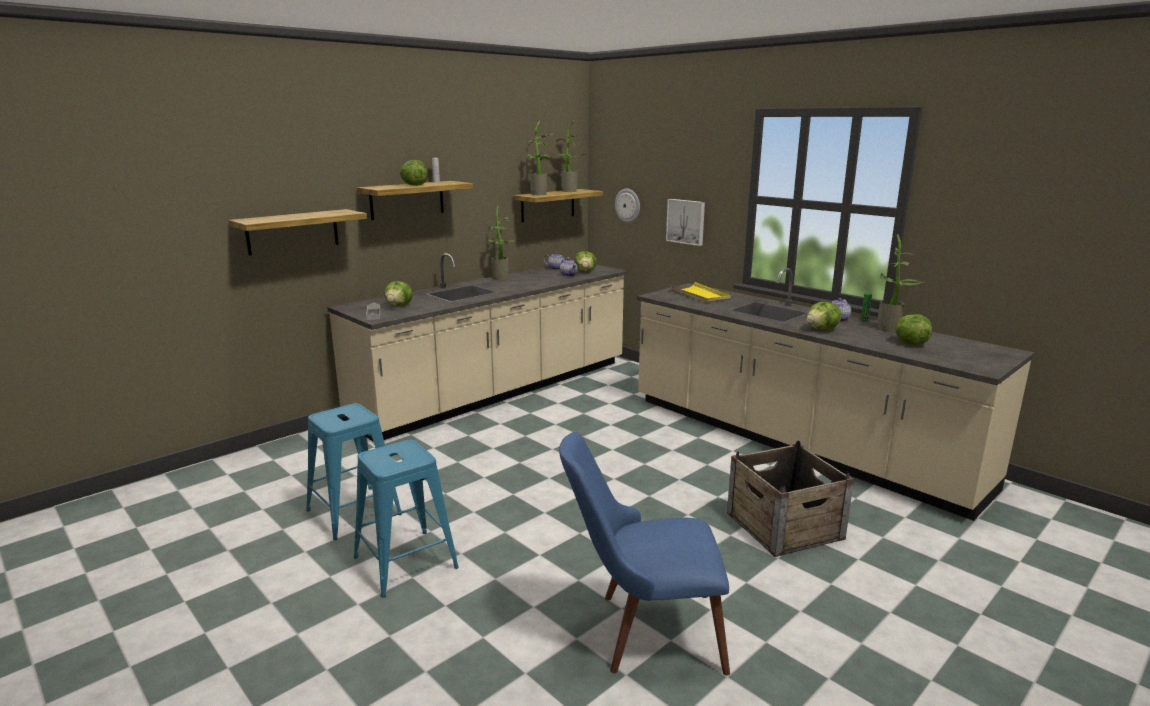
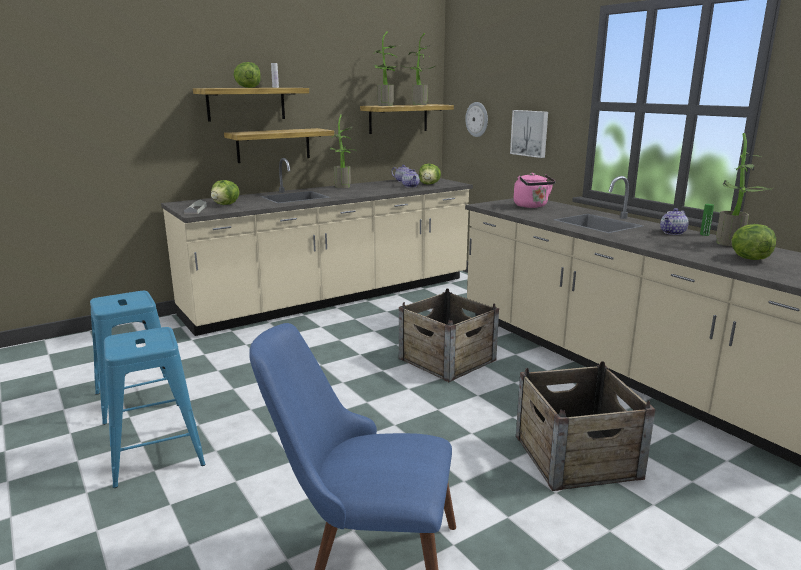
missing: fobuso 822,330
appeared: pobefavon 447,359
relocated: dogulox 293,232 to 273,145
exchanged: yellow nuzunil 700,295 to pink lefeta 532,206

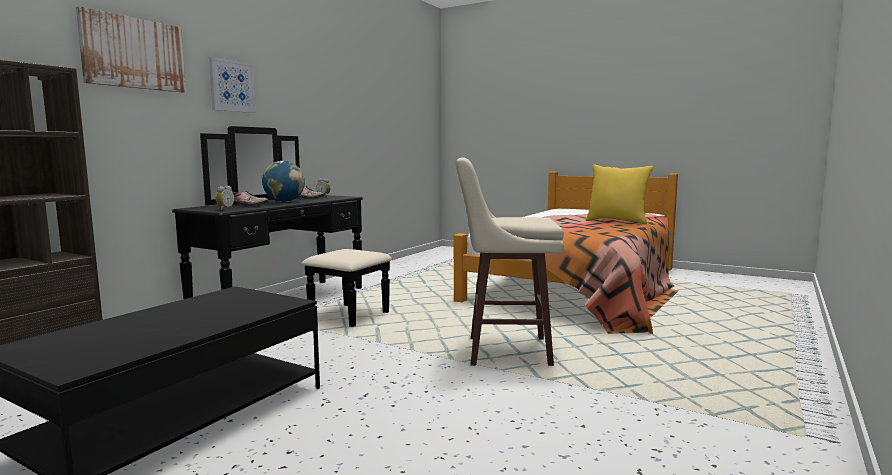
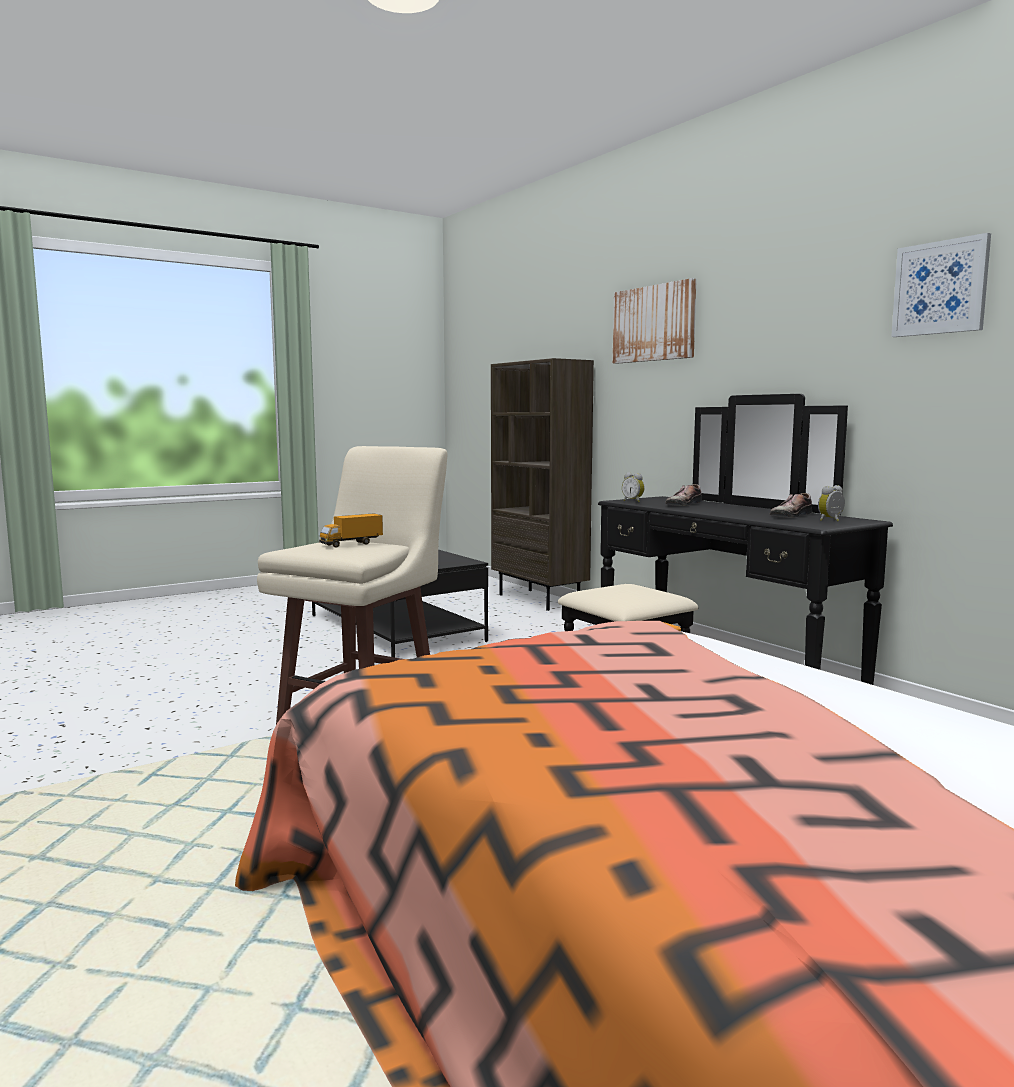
missing: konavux 284,202; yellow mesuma 617,221
appeared: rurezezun 351,544
relocated: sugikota 232,86 to 940,288

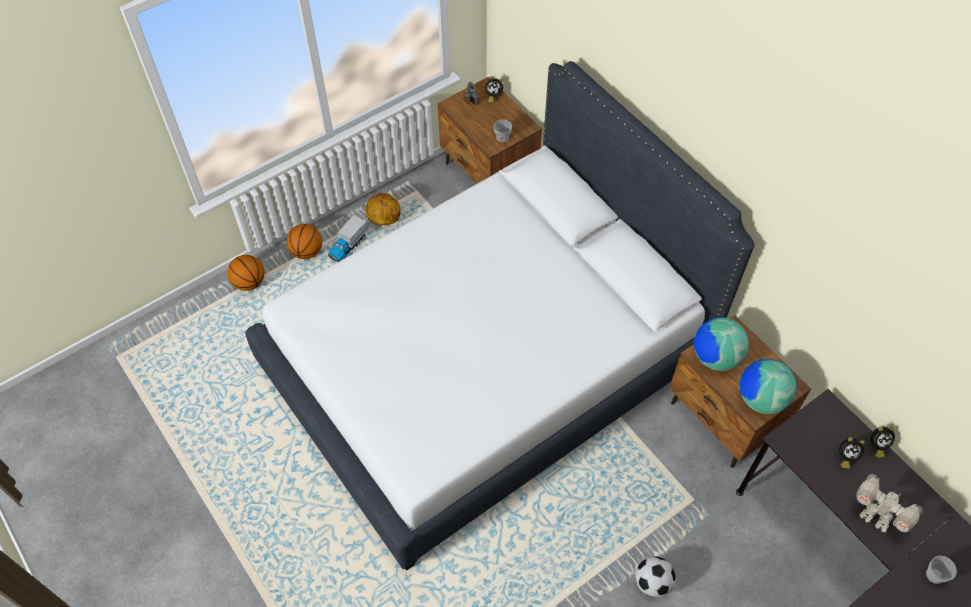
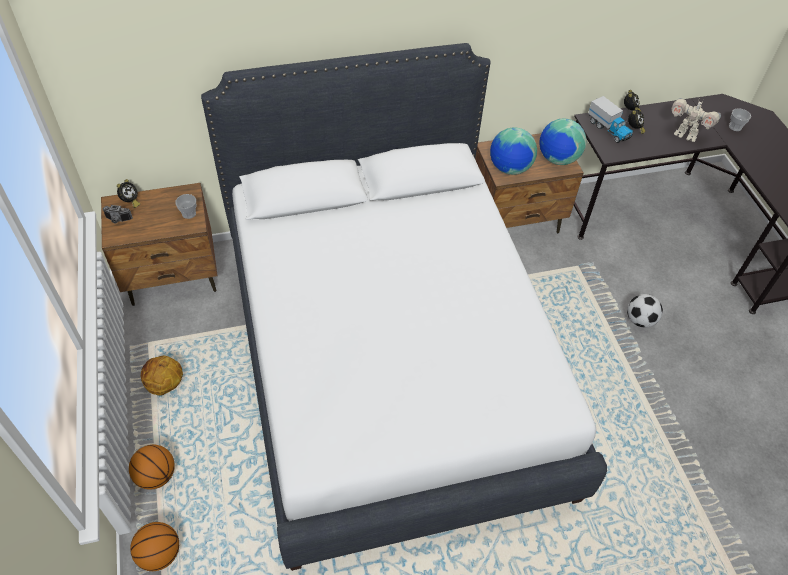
relocated: rurezezun 348,246 to 608,129
spun: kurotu 876,517 = 685,135 60 degrees clockwise

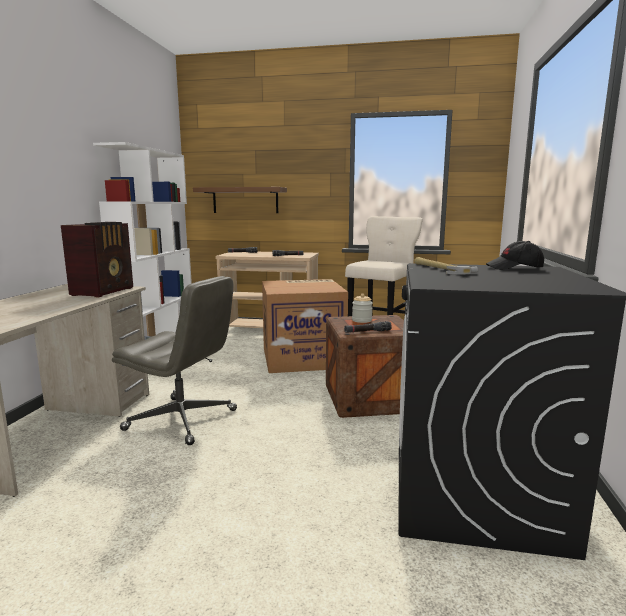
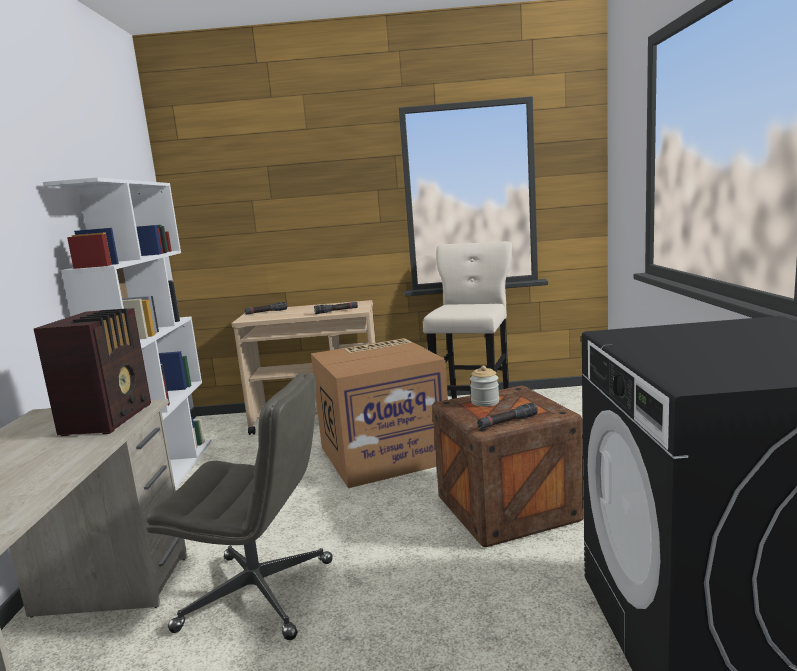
missing: brown dogulox 245,200; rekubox 440,269; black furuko 514,268

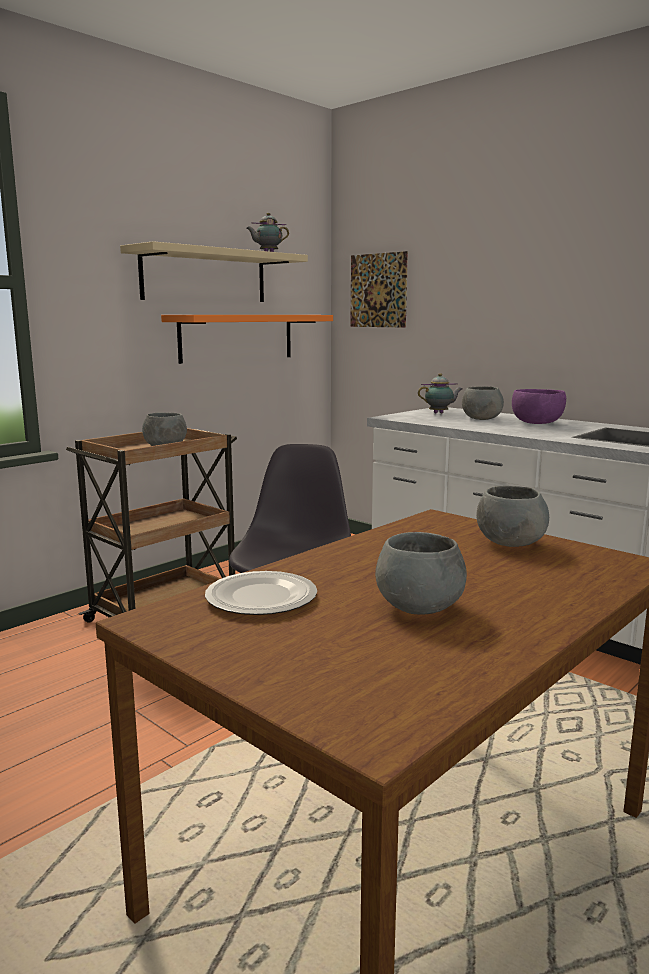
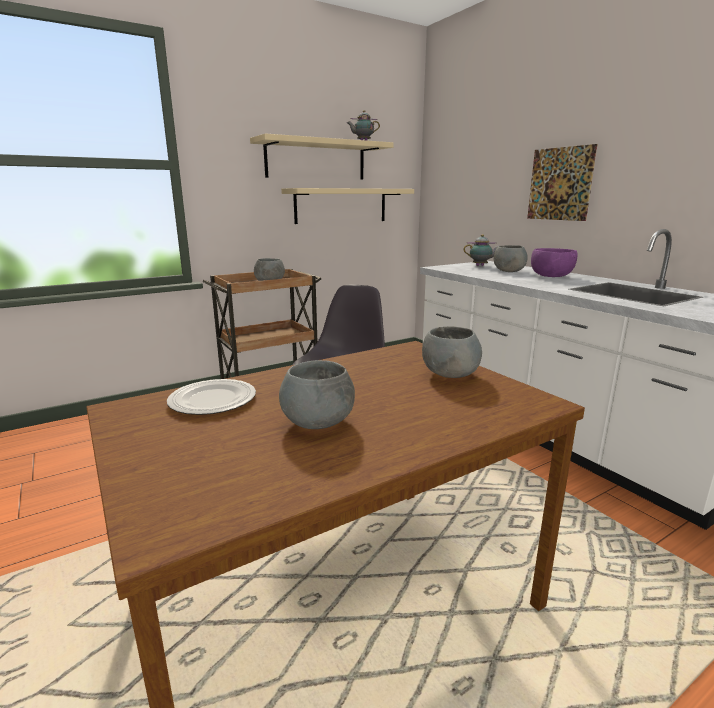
relocated: sugikota 378,290 to 560,184
colour: orange dogulox 237,337 to beige dogulox 341,205

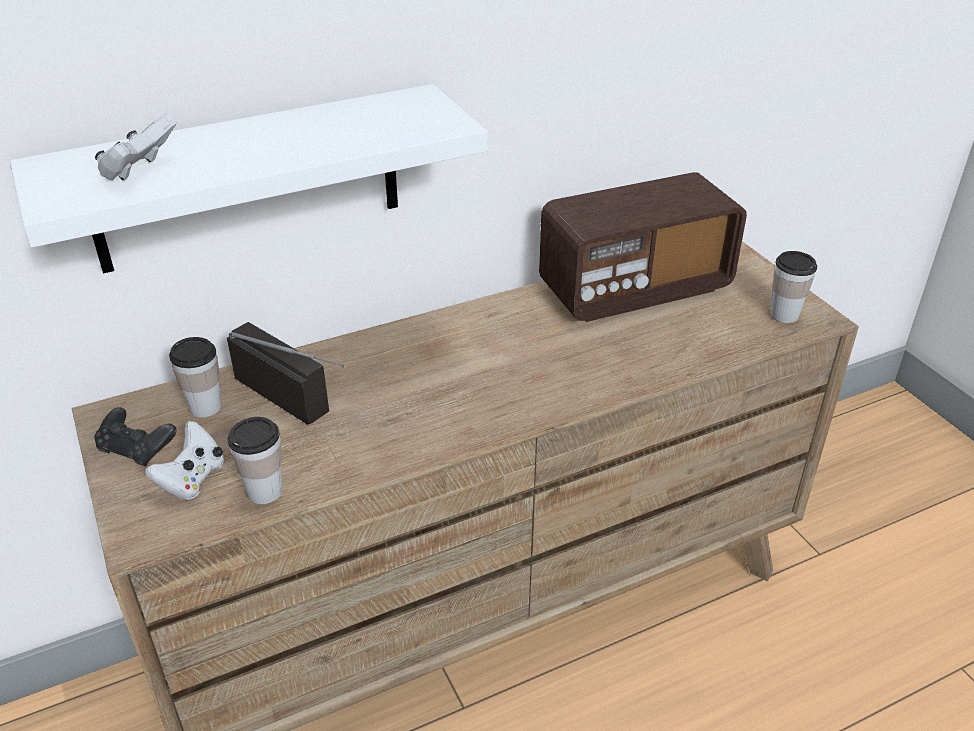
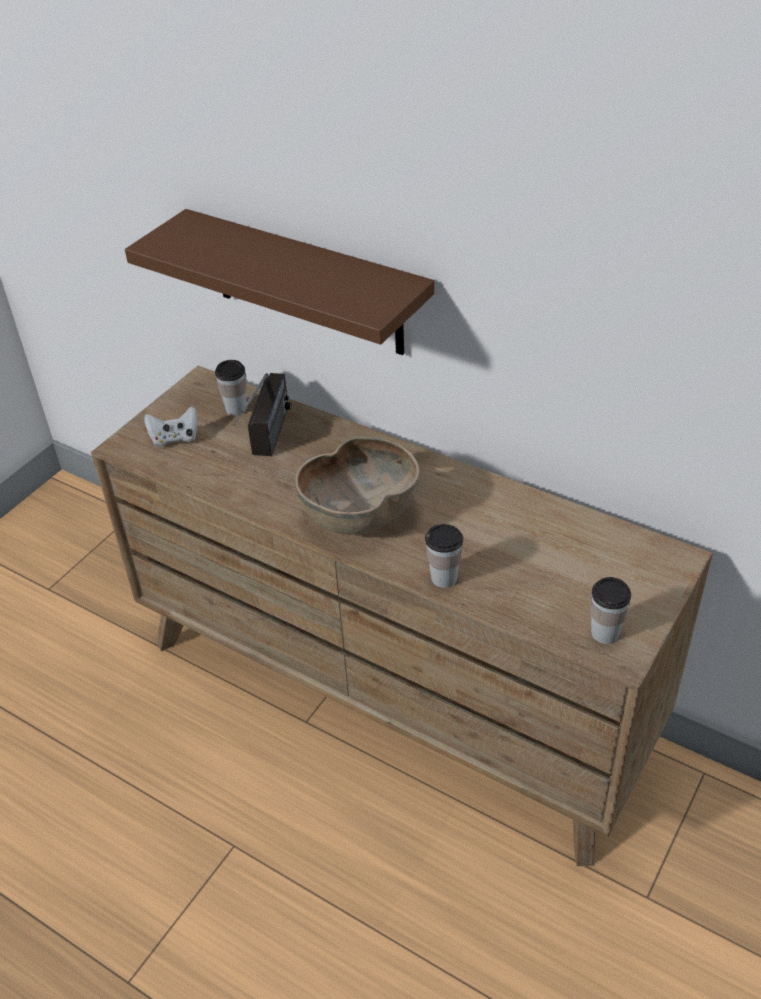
missing: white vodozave 140,171; black vodozave 137,449; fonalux 634,289
appeared: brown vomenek 360,514
relocated: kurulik 264,491 to 444,578
colour: white dogulox 247,180 to brown dogulox 307,283

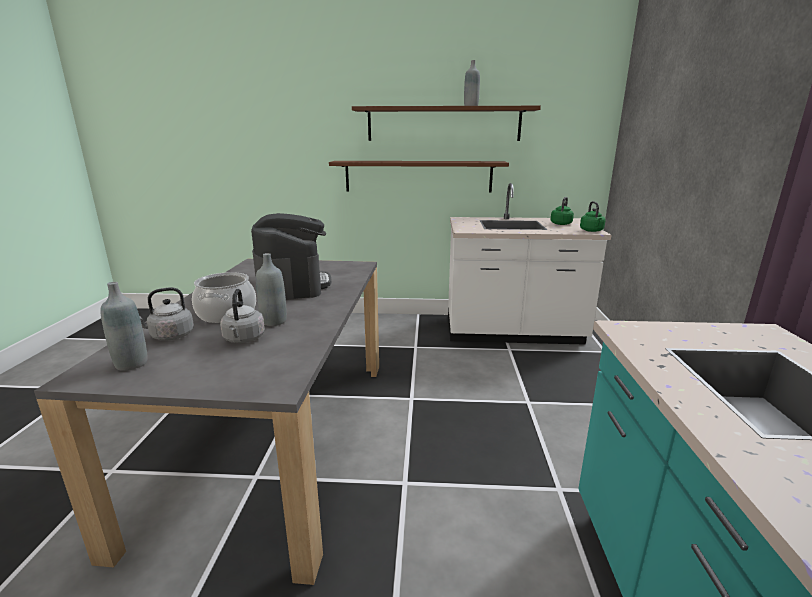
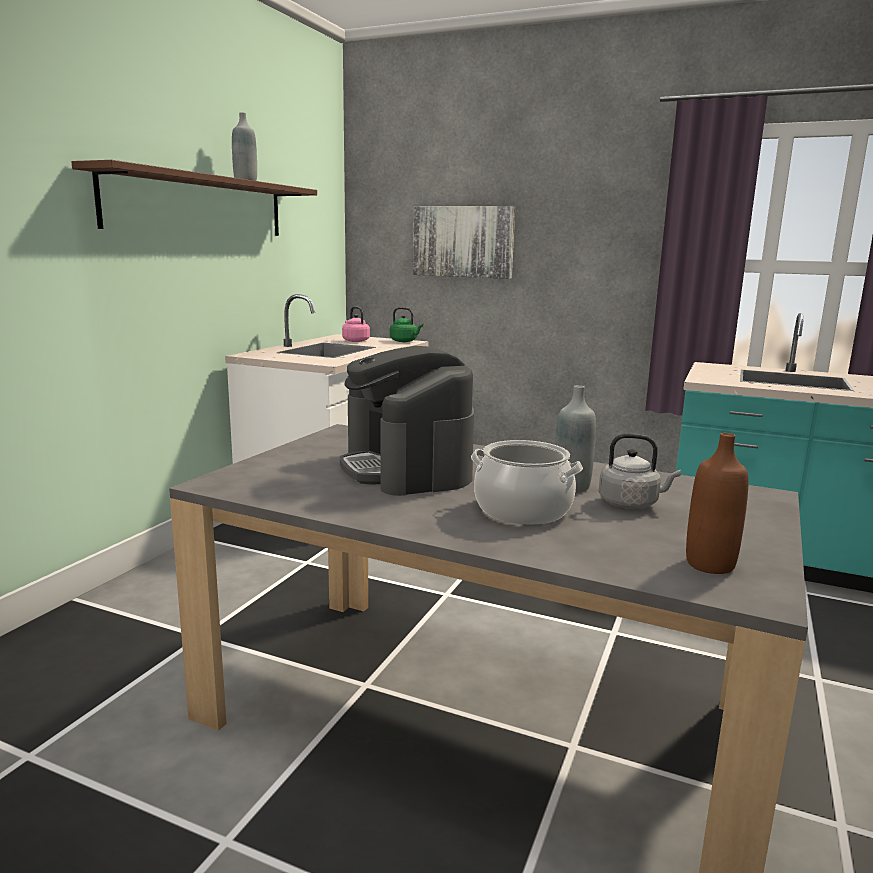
missing: grey lefeta 170,336; brown dogulox 418,176
appeared: sugikota 463,242
colour: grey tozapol 131,364 to brown tozapol 710,564; green lefeta 561,223 to pink lefeta 355,341
spun: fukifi 293,284 = 407,469 120 degrees counterclockwise

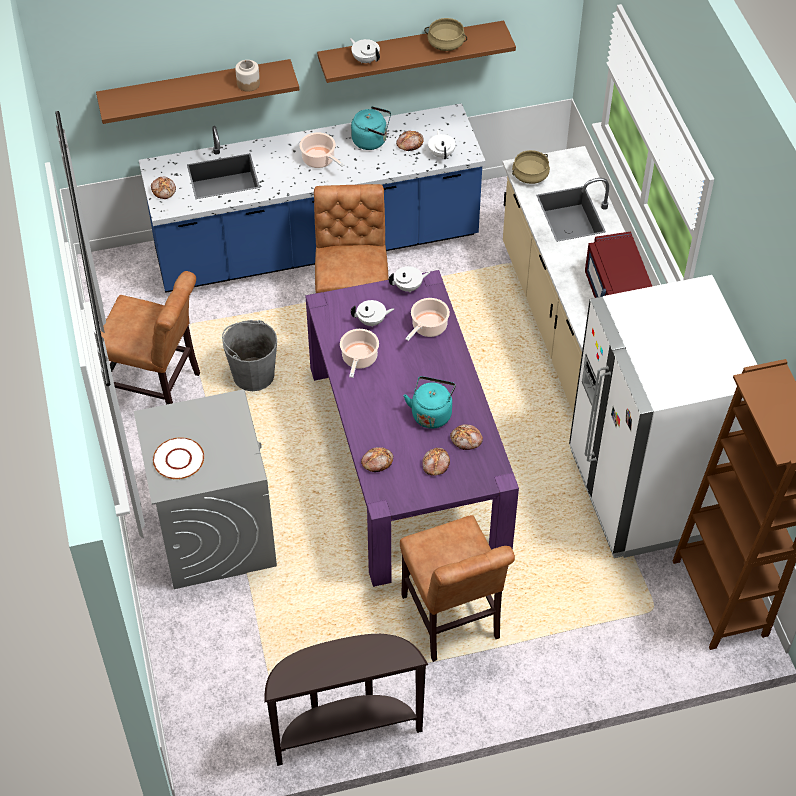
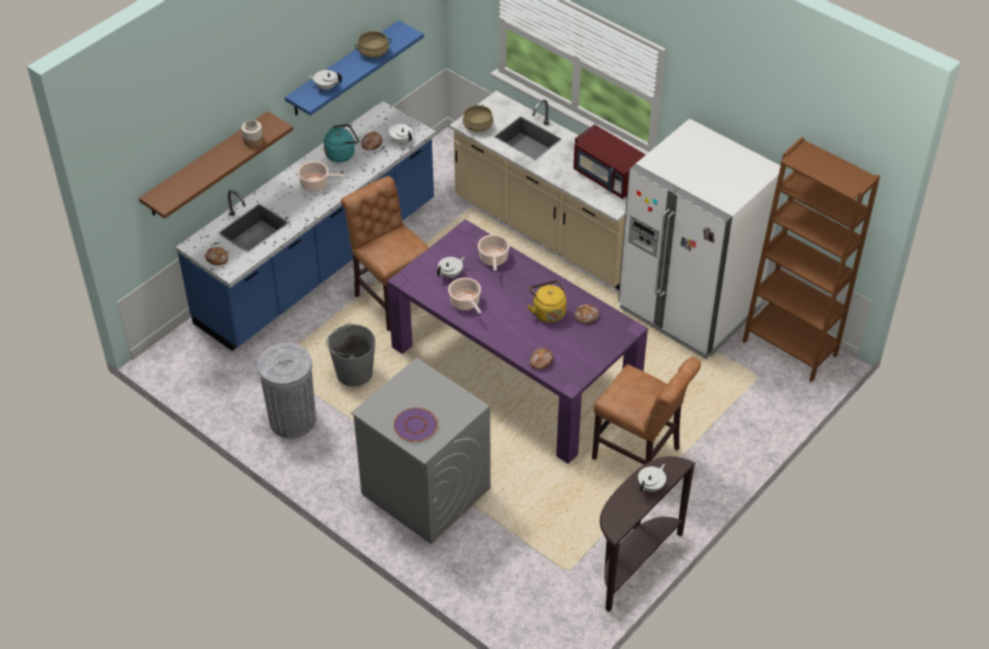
missing: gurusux 435,464
relocated: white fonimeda 408,287 to 651,486
exchanged: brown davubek 159,391 to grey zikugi 292,420
colour: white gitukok 178,459 to purple gitukok 415,426; brown dogulox 411,49 to blue dogulox 344,69; turquoise lefeta 431,413 to yellow lefeta 548,312

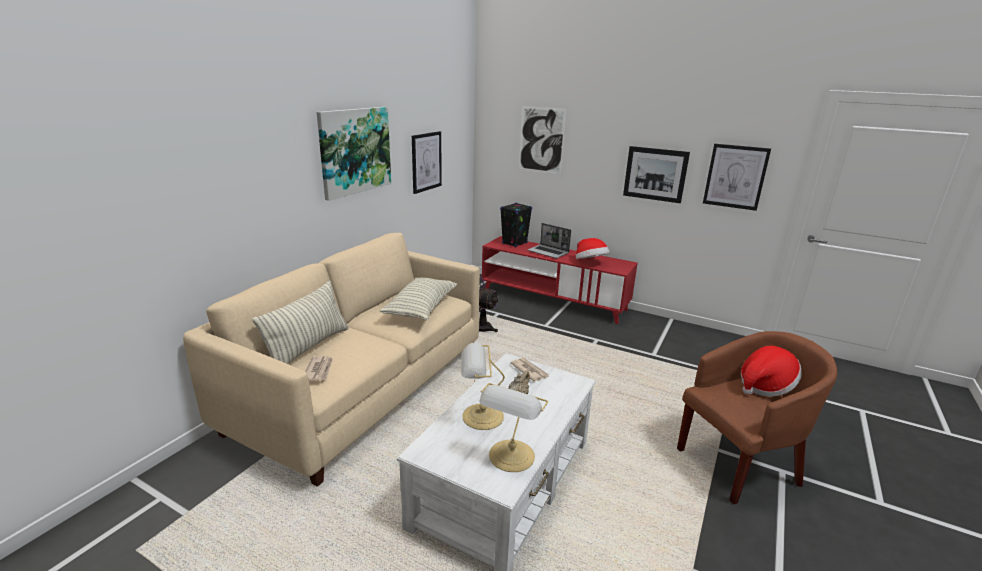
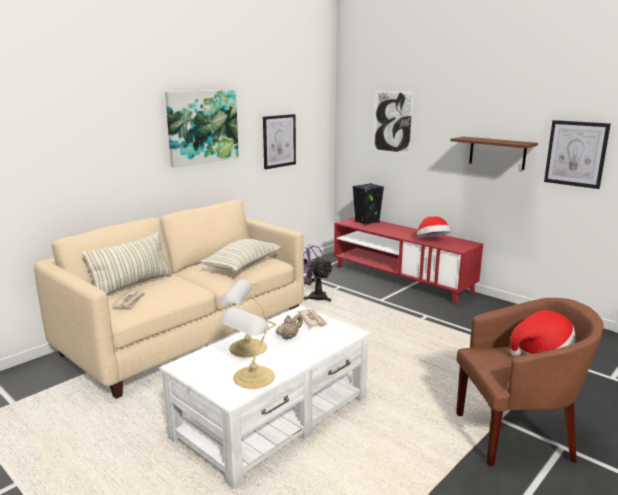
missing: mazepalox 548,252
exchanged: sugikota 655,174 to brown dogulox 497,153

